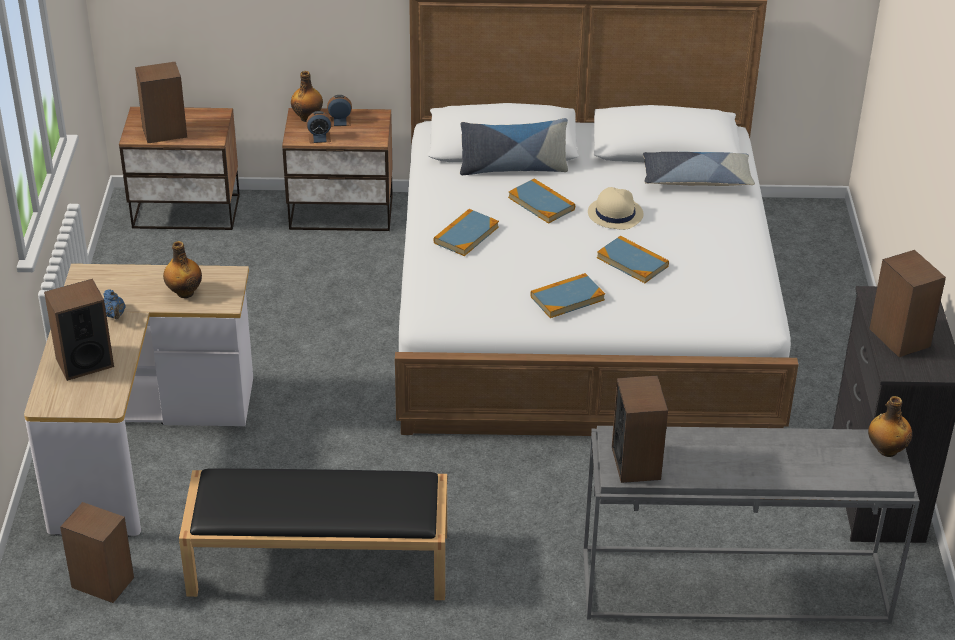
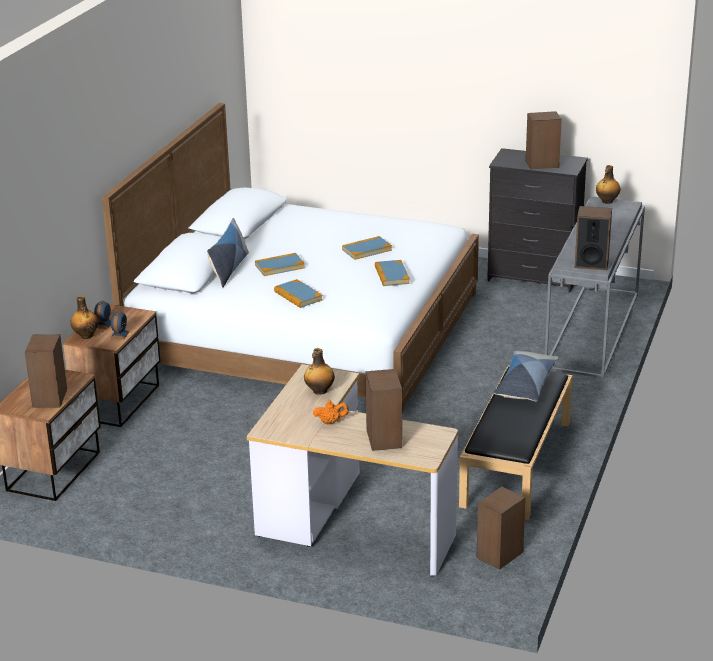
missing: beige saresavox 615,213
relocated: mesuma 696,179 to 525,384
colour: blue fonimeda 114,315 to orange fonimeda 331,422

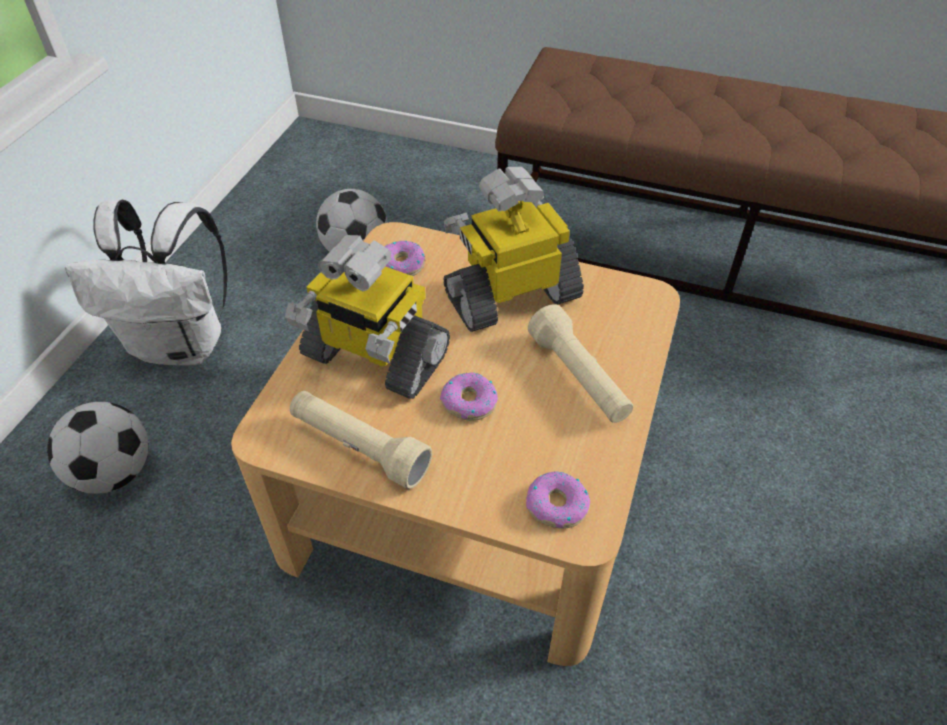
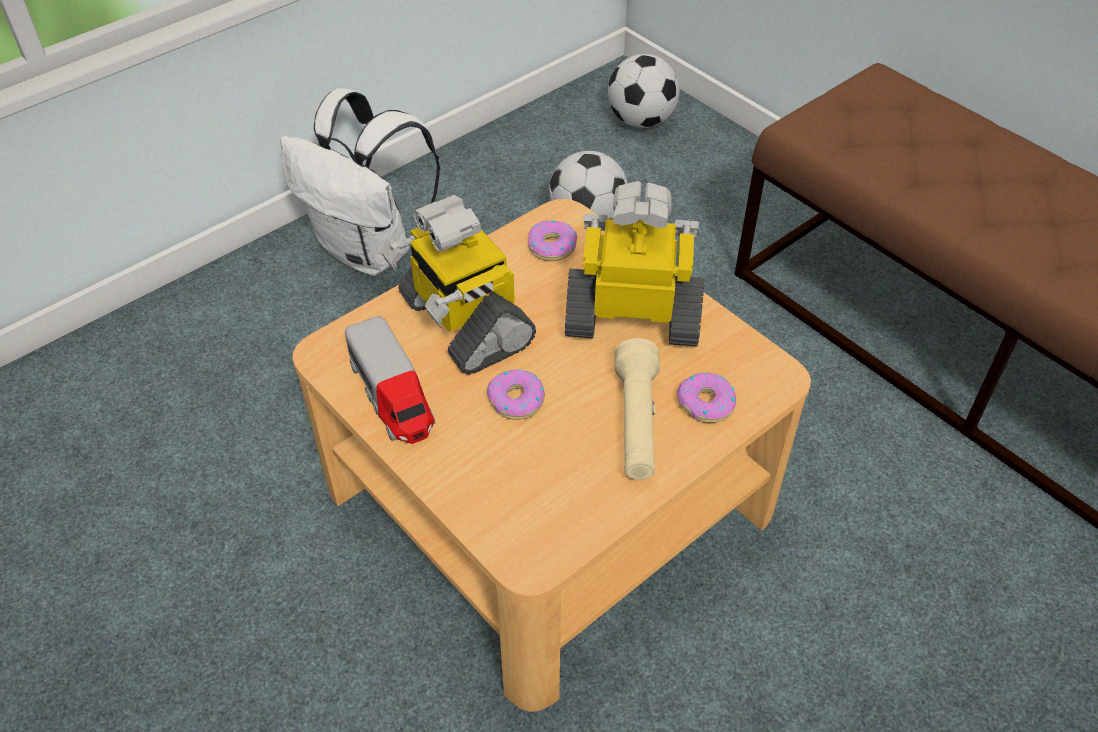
relocated: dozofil 114,472 to 641,121; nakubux 556,505 to 705,403
exchanged: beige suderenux 359,447 to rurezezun 393,396

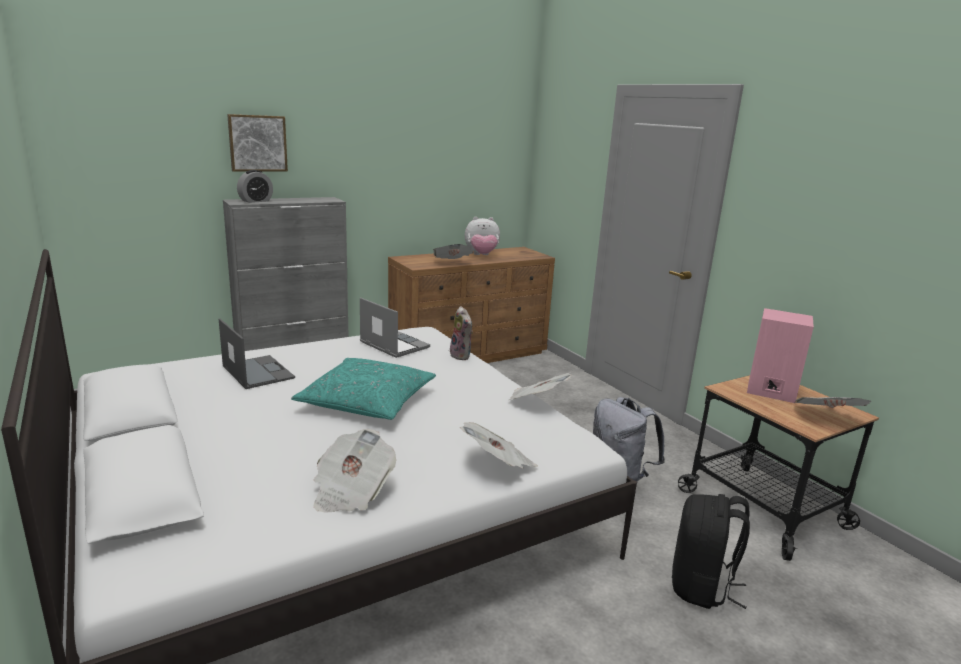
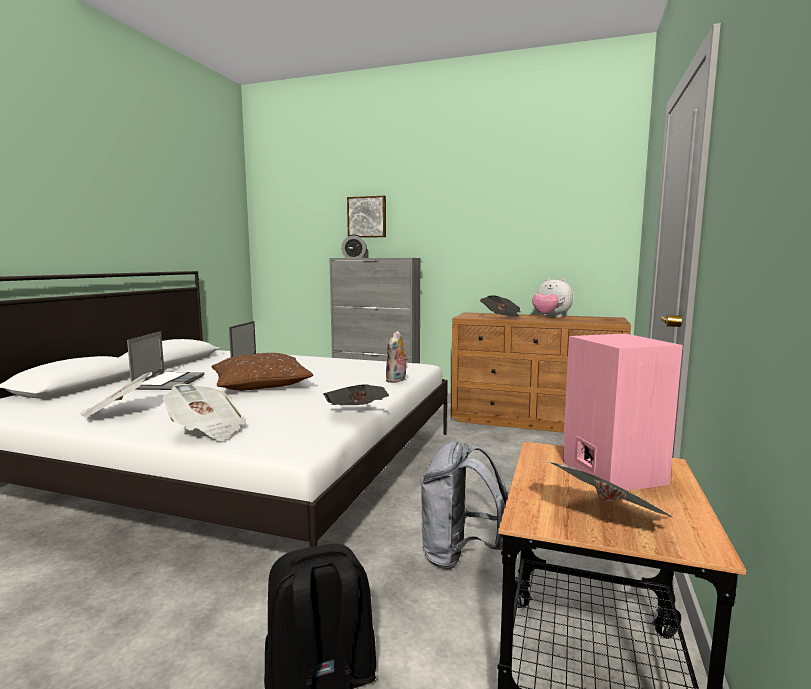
relocated: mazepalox 393,345 to 168,382
colour: turquoise mesuma 367,401 to brown mesuma 261,384

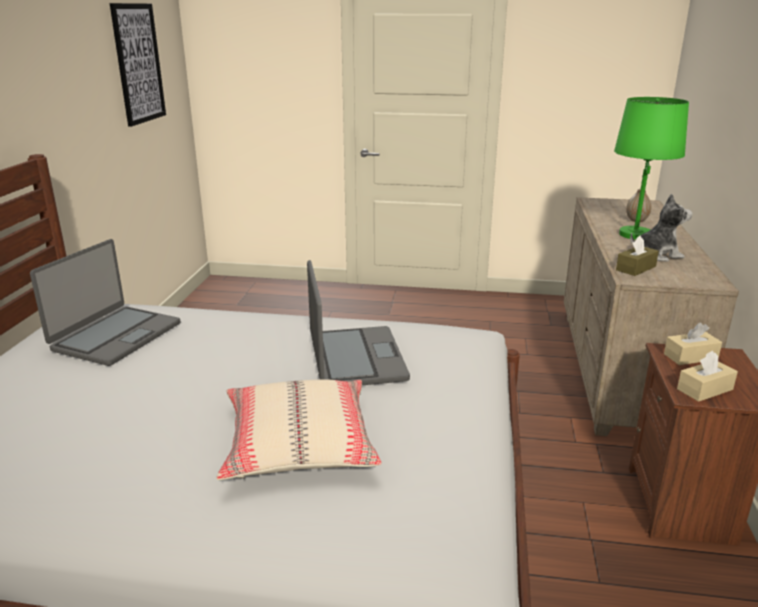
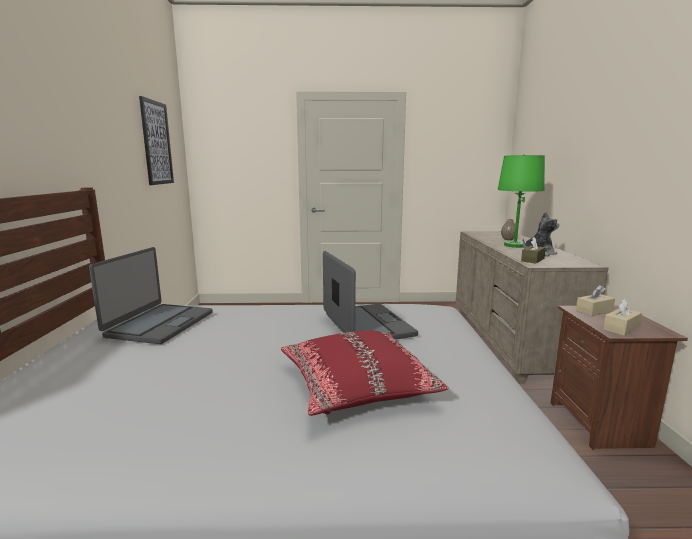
colour: beige mesuma 298,443 to red mesuma 356,385

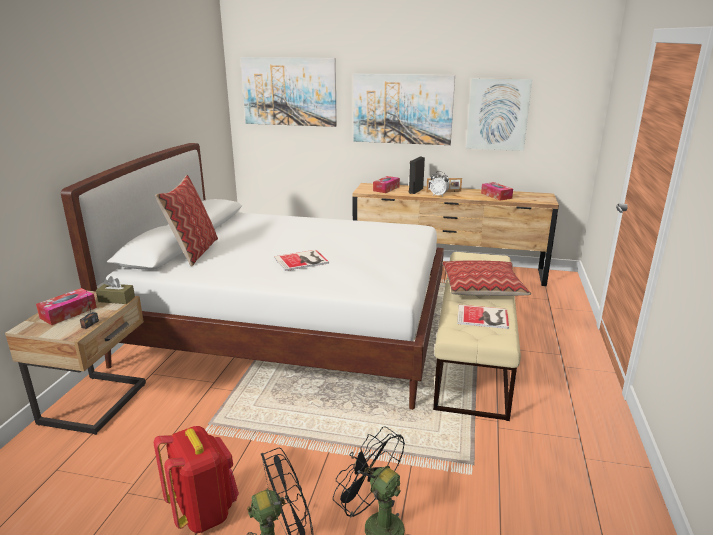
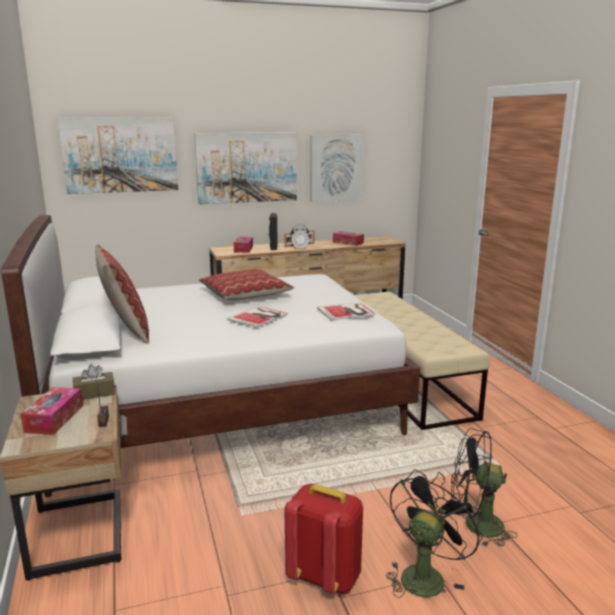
relocated: mesuma 482,287 to 246,294; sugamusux 484,317 to 347,312

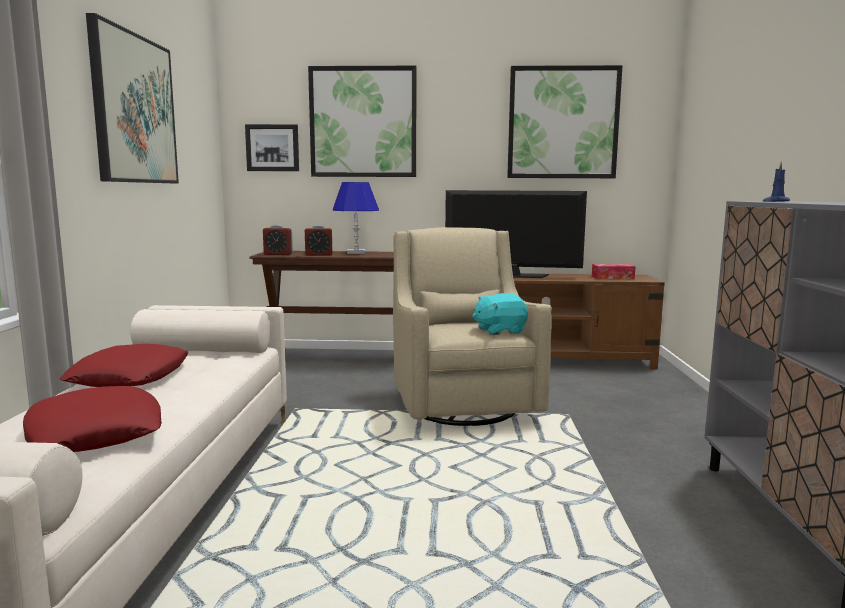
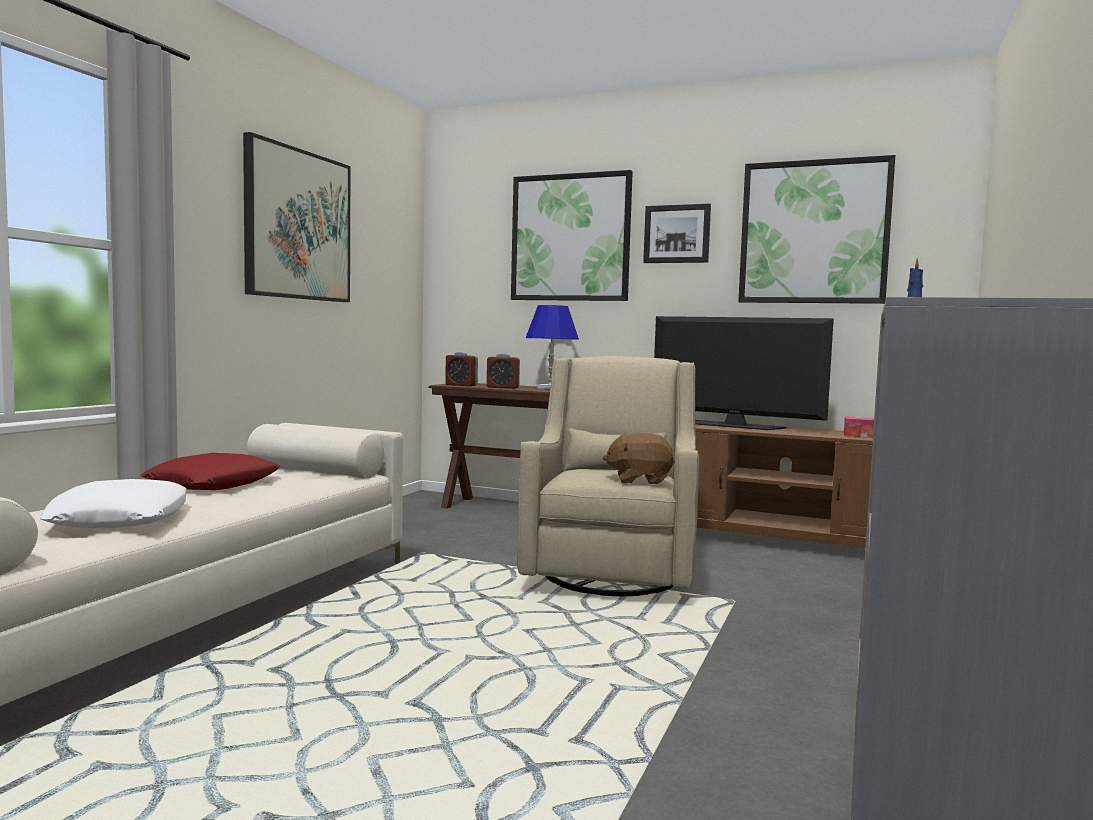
relocated: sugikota 272,148 to 677,234
colour: red mesuma 94,432 to white mesuma 120,518; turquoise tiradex 499,331 to brown tiradex 639,480

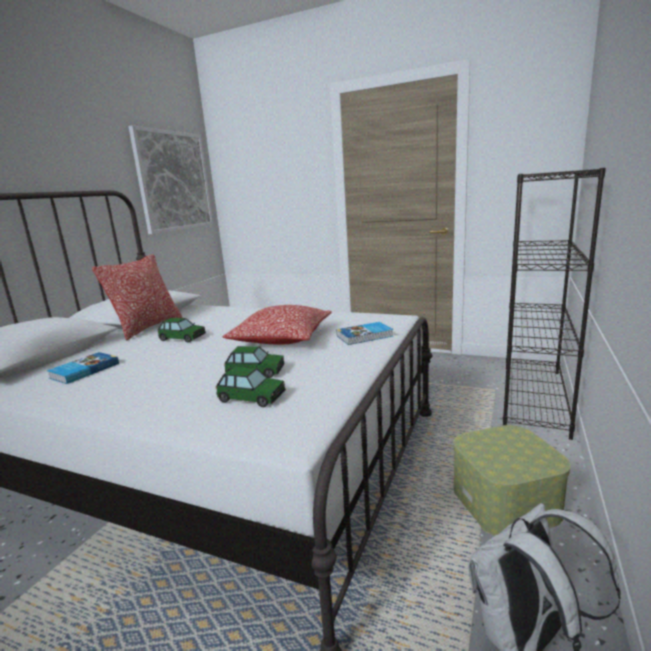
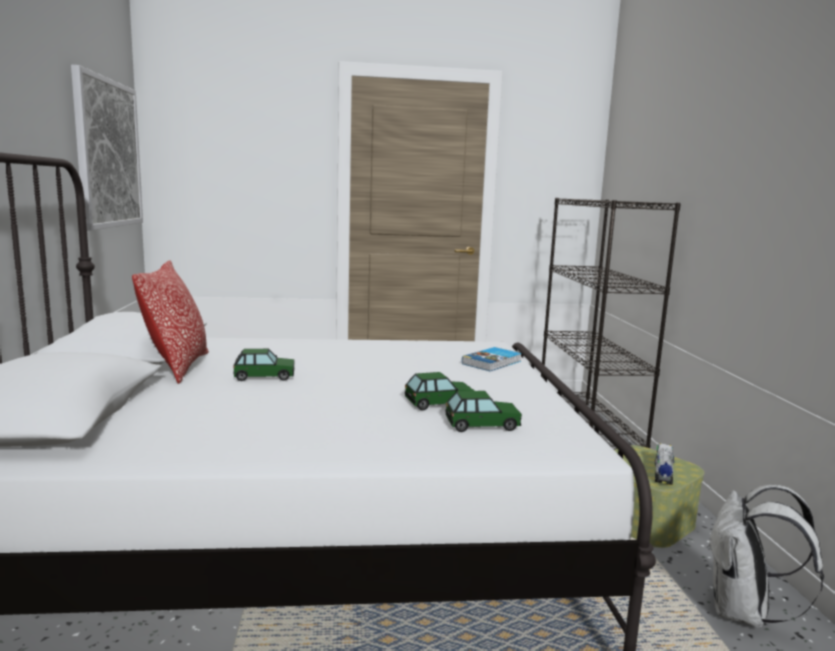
missing: sugamusux 84,370; mesuma 282,339
appeared: rurezezun 663,474

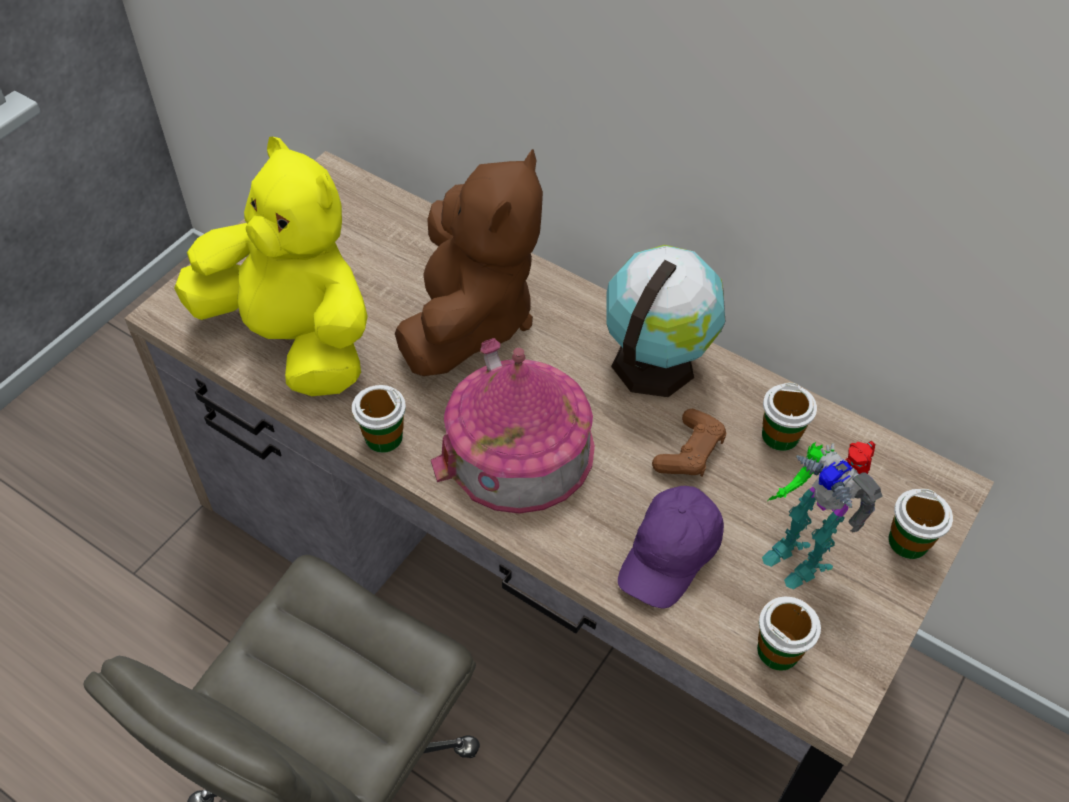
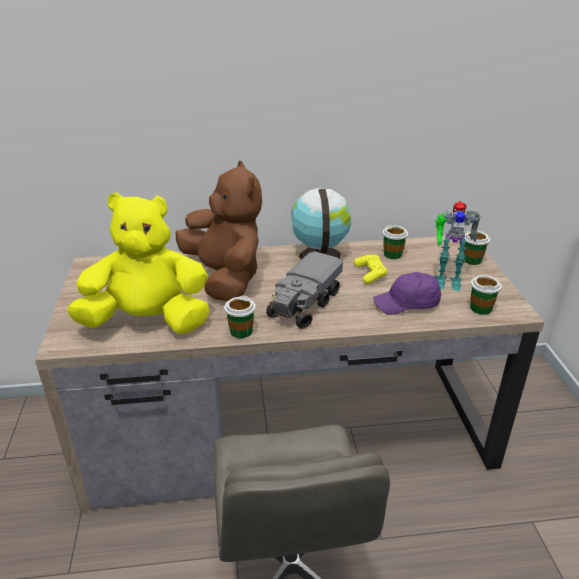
exchanged: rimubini 518,448 to rurezezun 304,305
colour: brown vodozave 689,452 to yellow vodozave 370,274
spun: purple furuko 670,555 = 407,304 90 degrees clockwise

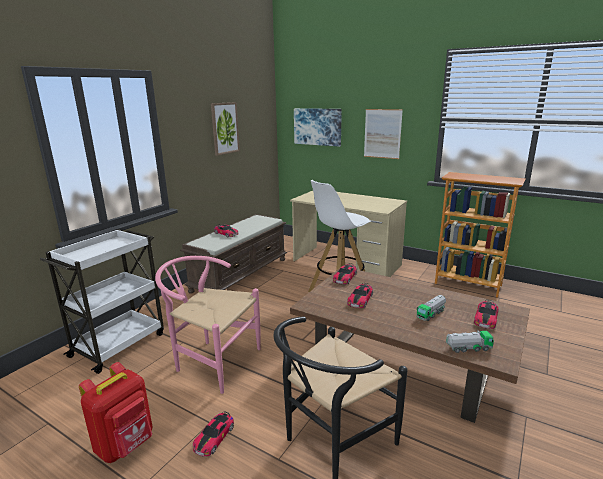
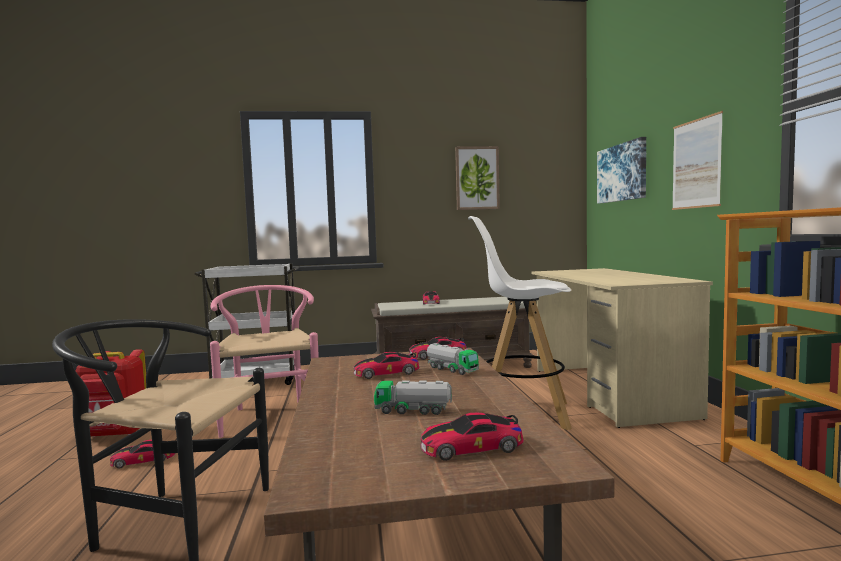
relocated: rurezezun 468,348 to 451,369

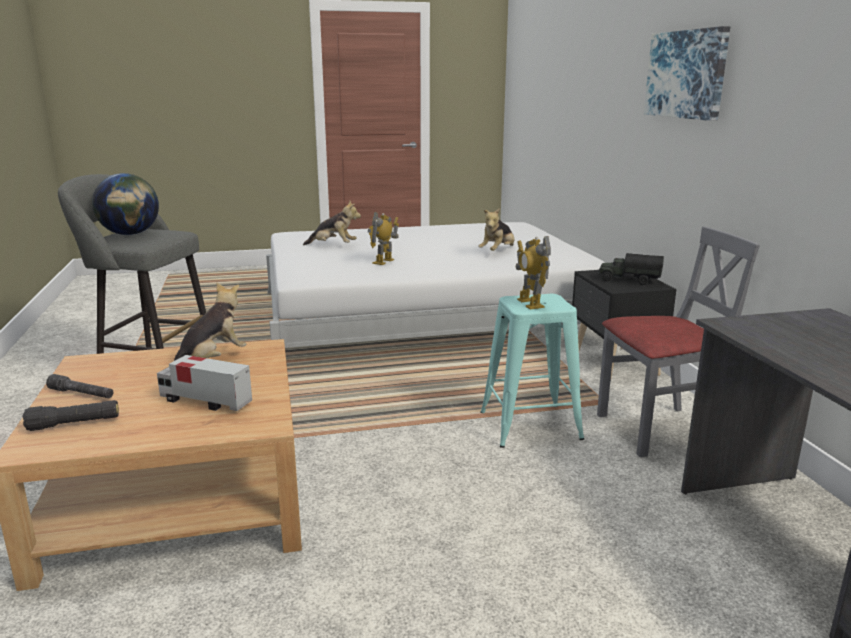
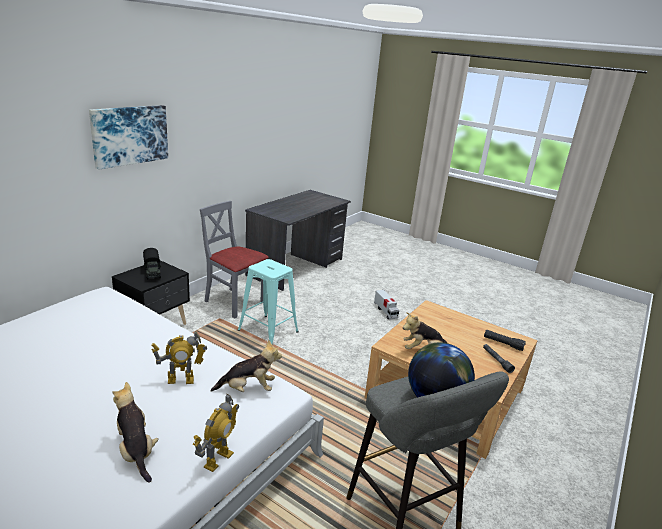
relocated: rurezezun 205,401 to 385,311; tiradex 497,251 to 248,389; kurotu 530,303 to 218,459

